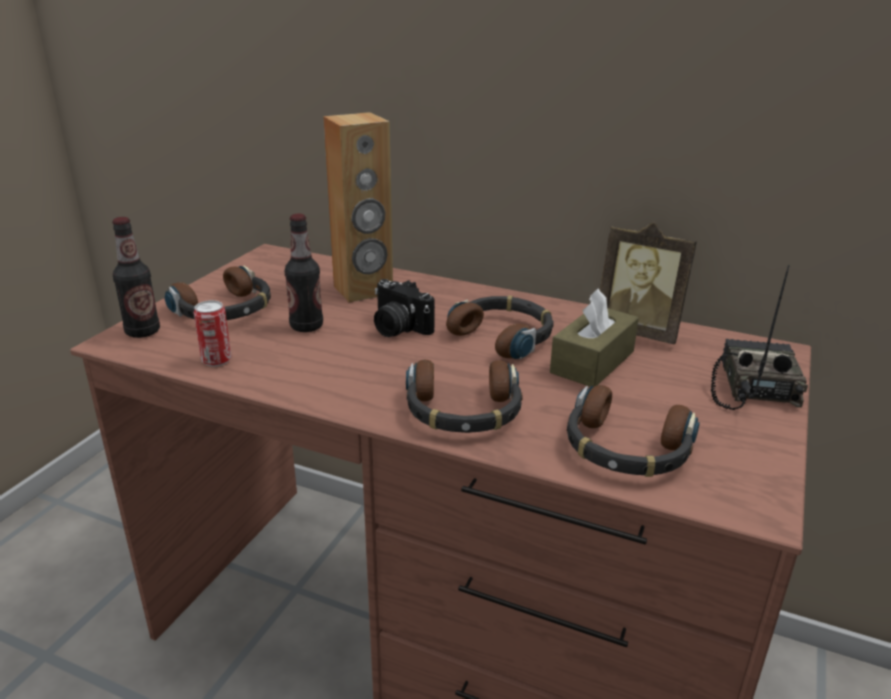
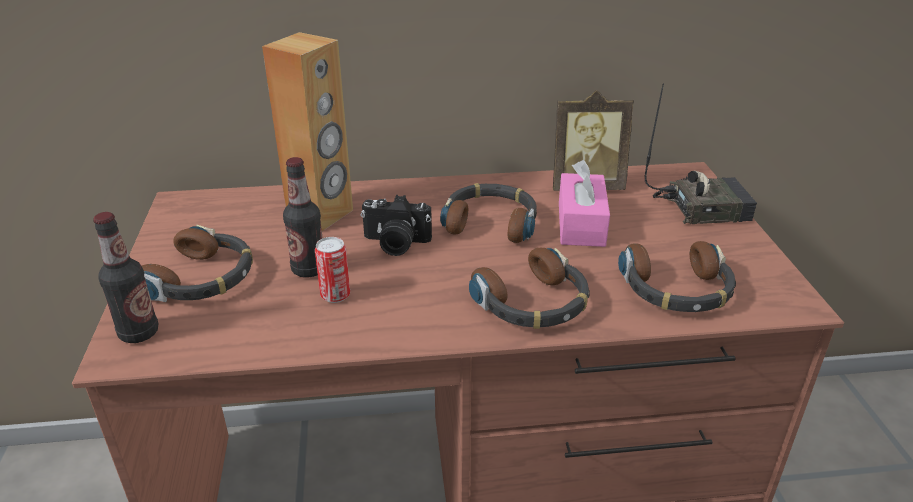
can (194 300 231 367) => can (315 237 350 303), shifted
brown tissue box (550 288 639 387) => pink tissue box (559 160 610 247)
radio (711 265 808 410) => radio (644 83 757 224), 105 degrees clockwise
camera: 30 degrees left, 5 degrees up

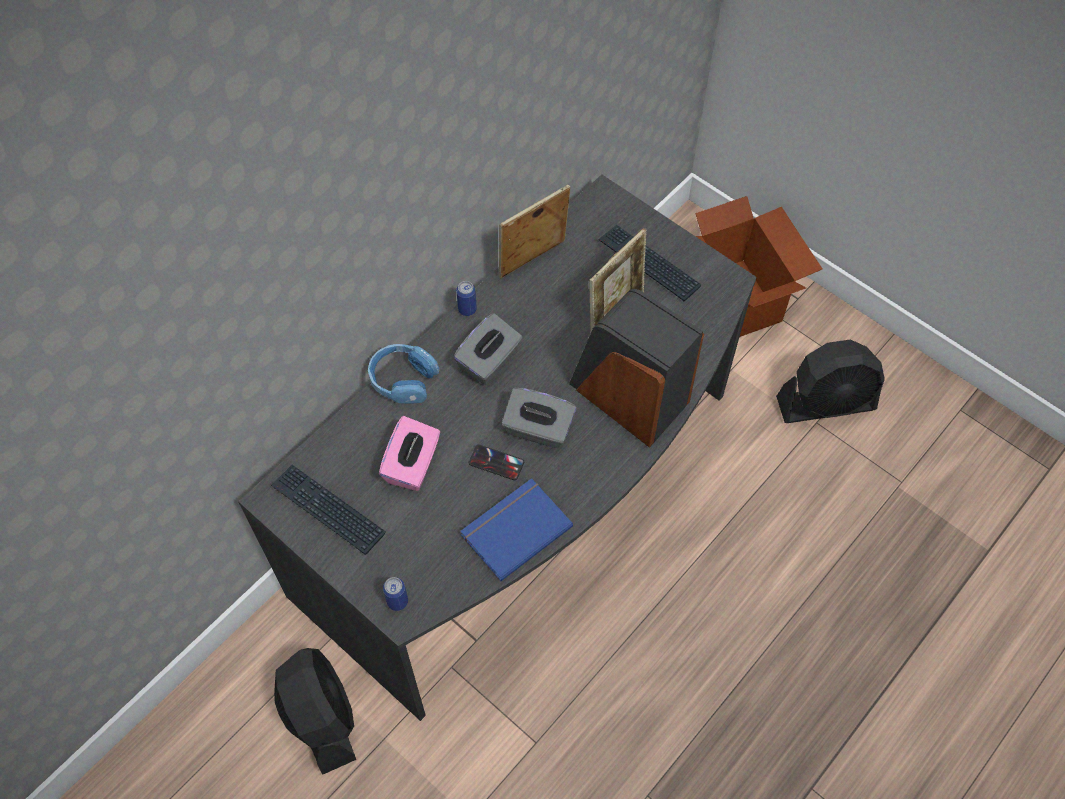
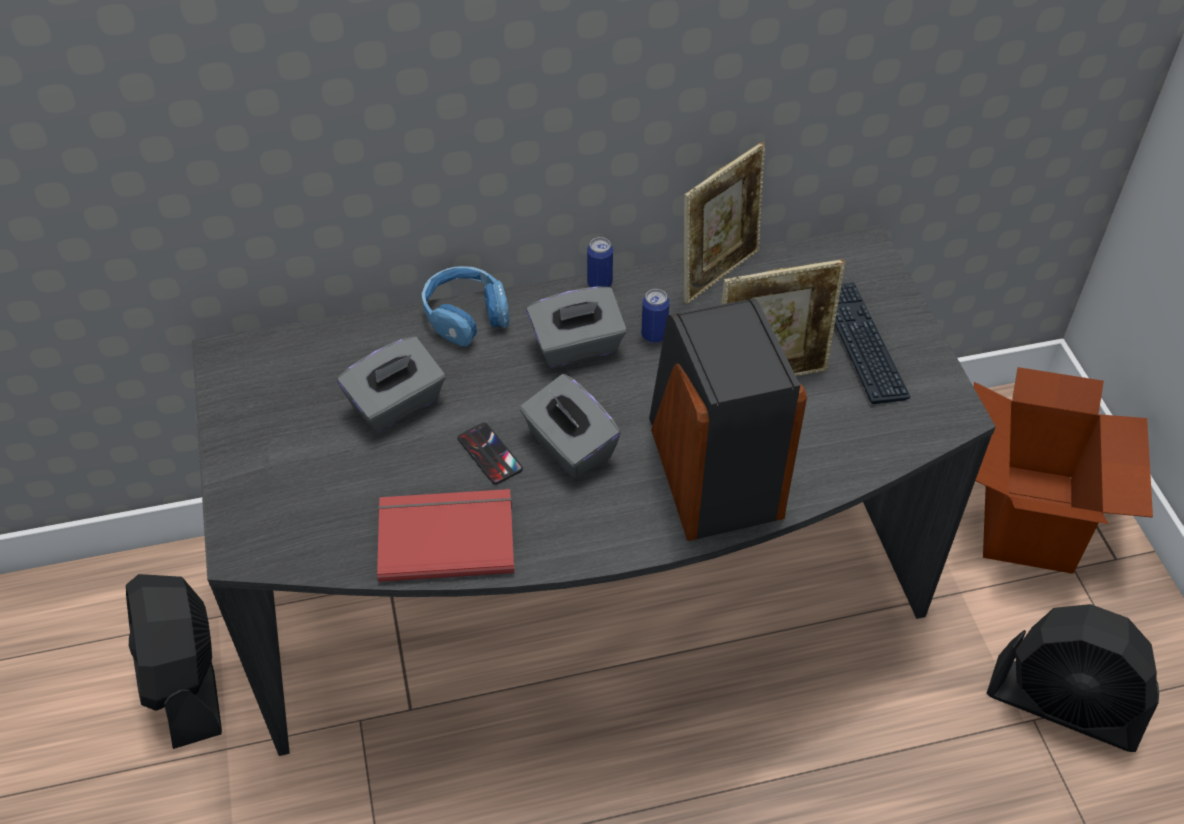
black fan (274 648 356 775) => black fan (126 574 222 749), 150 degrees clockwise
pink tissue box (379 416 440 491) => grey tissue box (337 336 445 432)
blue book (460 478 573 581) => red book (377 489 514 582)
can (383 577 408 611) => can (641 289 670 343), shifted
picture frame (499 185 570 278) => picture frame (684 142 765 304), 135 degrees clockwise
keyboard (271 465 386 555) => nothing
camera: 35 degrees right, 10 degrees down

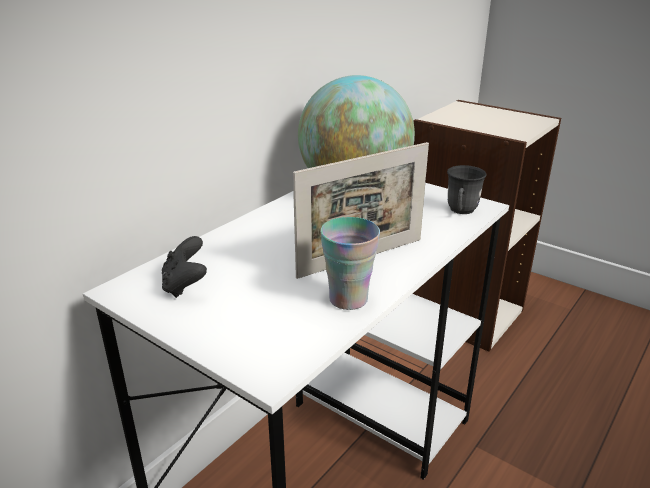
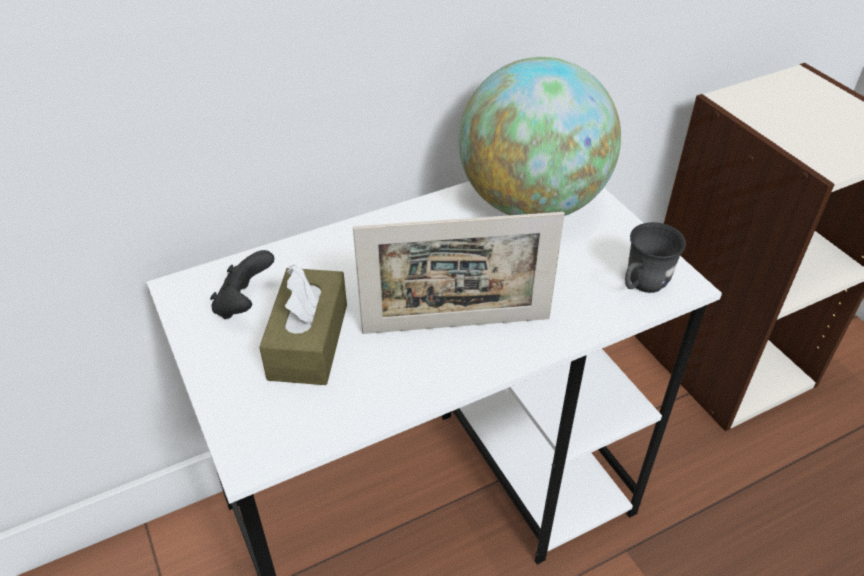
nothing => brown tissue box (259 265 347 385)
cup (320 217 380 310) => nothing
camera: 25 degrees right, 15 degrees up

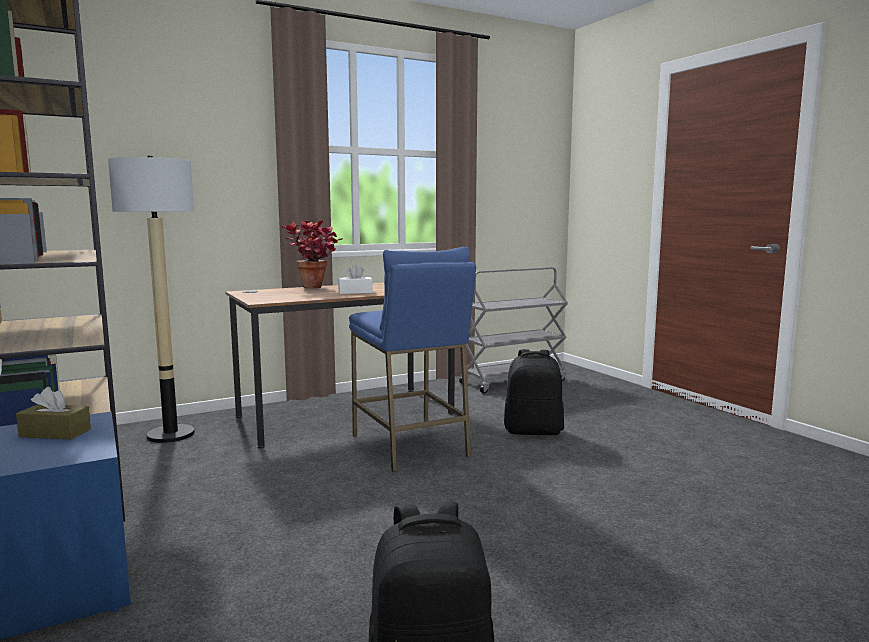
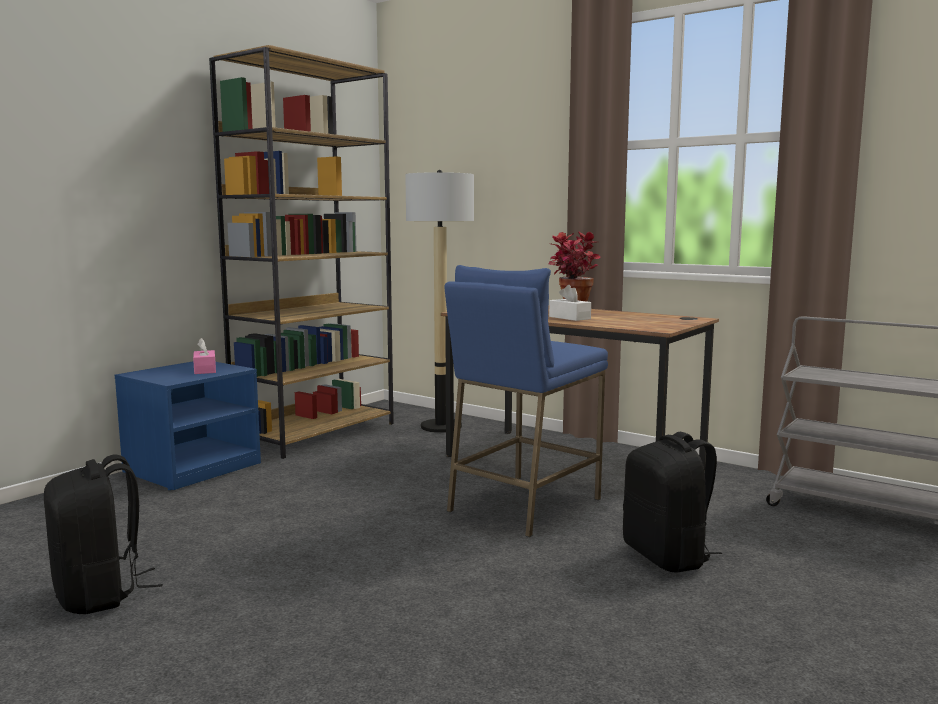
brown tissue box (16 387 91 439) => pink tissue box (193 338 216 374)
camera: 65 degrees right, 0 degrees up

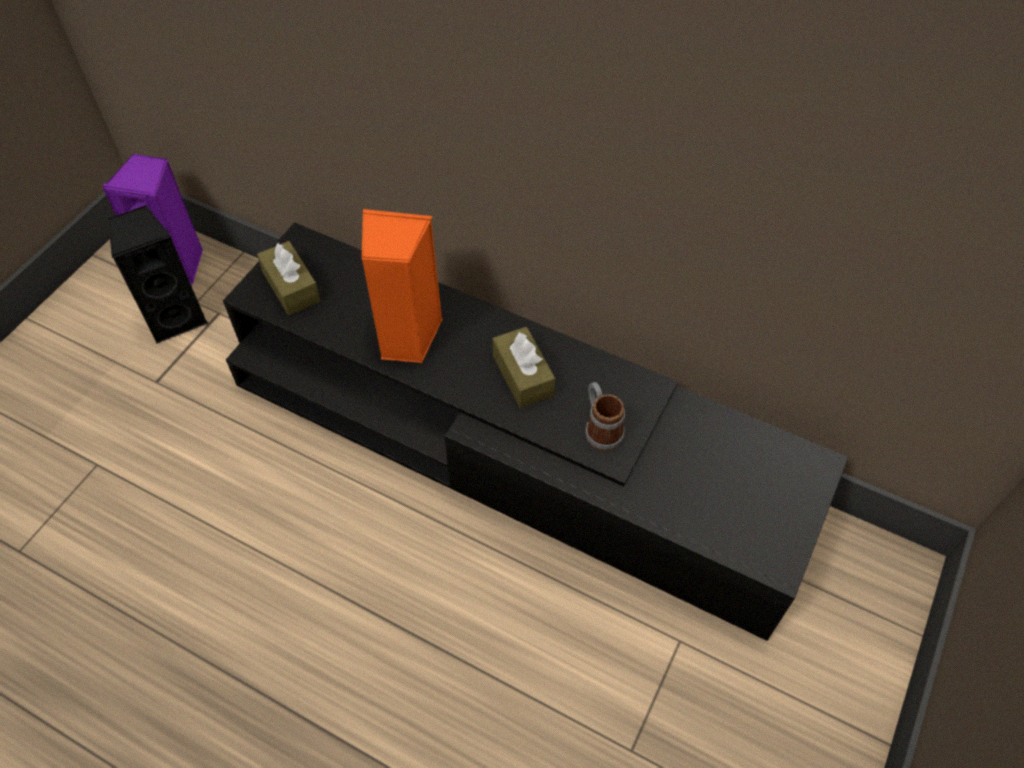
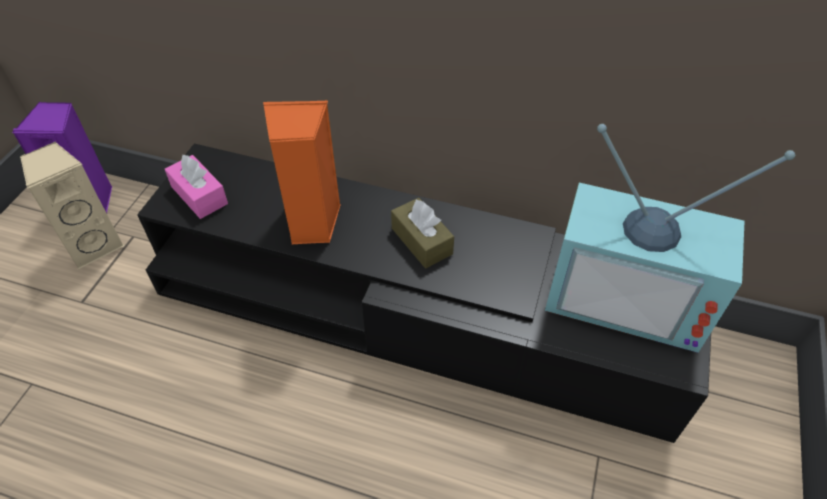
black speaker (108 205 208 344) => beige speaker (20 141 125 269)
brown tissue box (257 241 321 315) => pink tissue box (165 155 228 219)
nothing => television (545 124 795 353)
mug (585 382 625 451) => nothing
camera: 10 degrees left, 5 degrees down

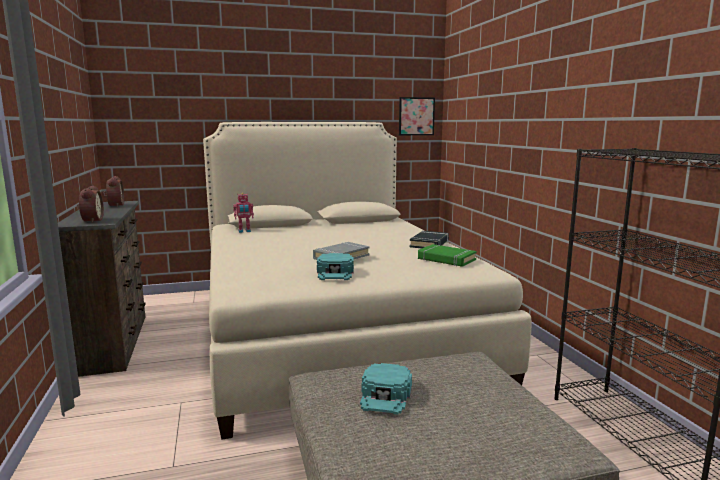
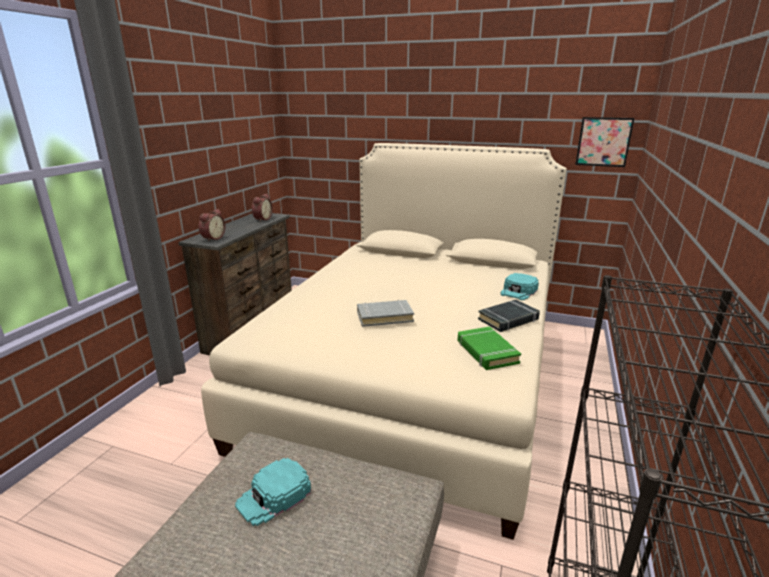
turquoise cap (317 253 354 280) => turquoise cap (500 273 539 300), shifted
toy robot (233 193 254 233) => nothing
camera: 35 degrees right, 10 degrees up

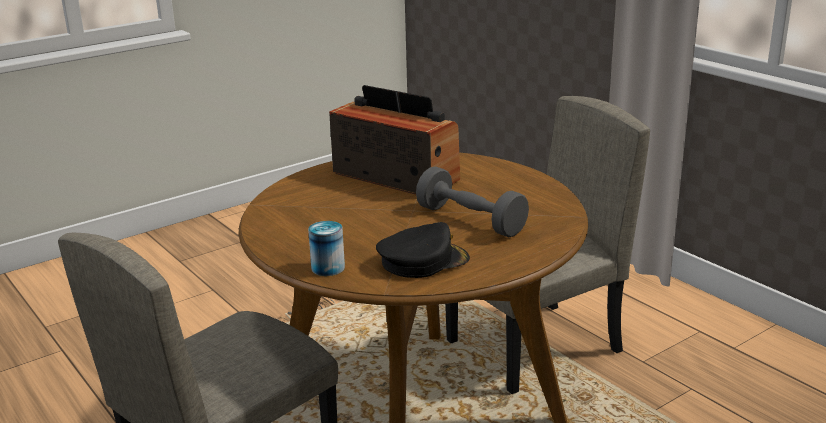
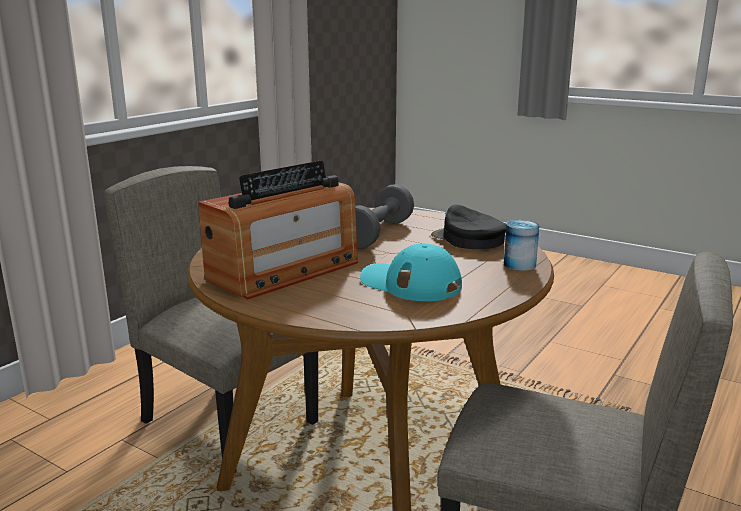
radio (329 85 460 195) => radio (198 161 358 300), 150 degrees counterclockwise
nothing => turquoise cap (360 243 462 301)
camera: 110 degrees left, 5 degrees down

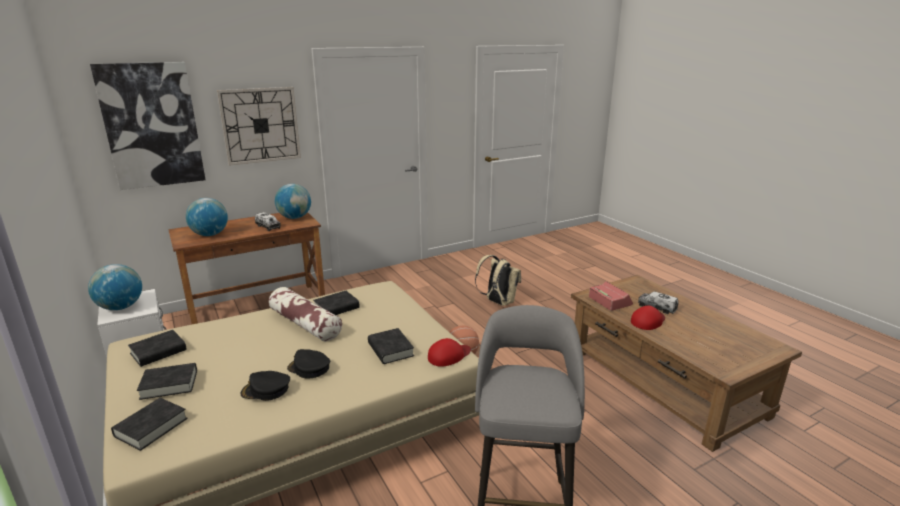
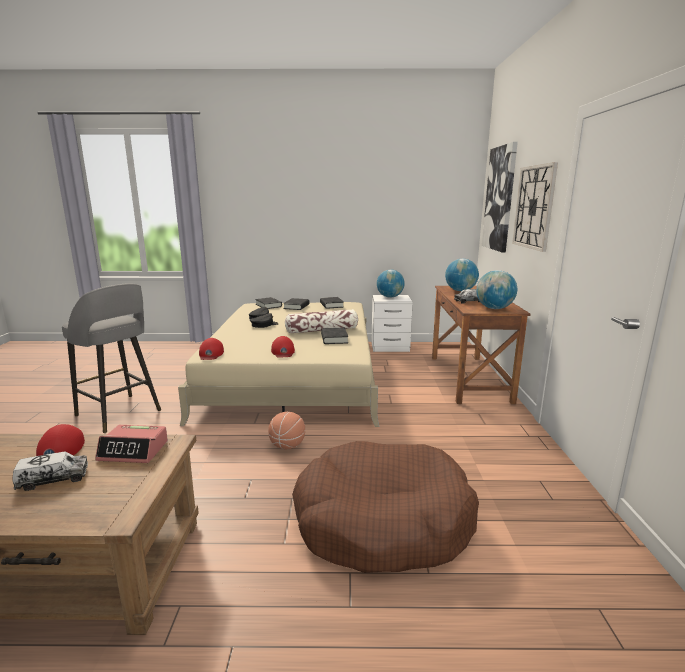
nothing => red cap (271 336 295 358)
beige backpack (475 255 521 306) => brown dog bed (292 441 479 573)
black book (368 328 414 364) => nothing
camera: 120 degrees right, 5 degrees down

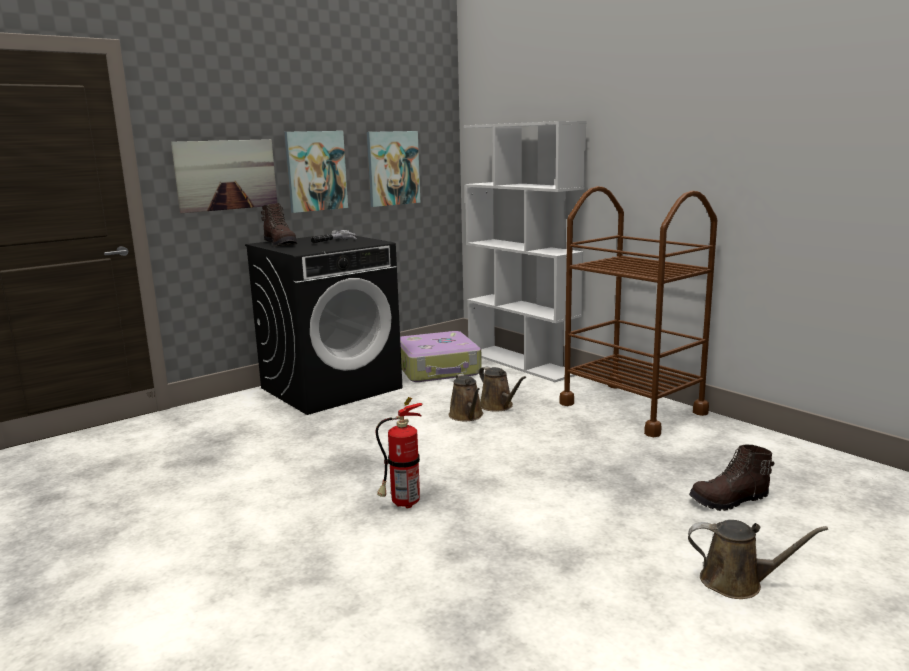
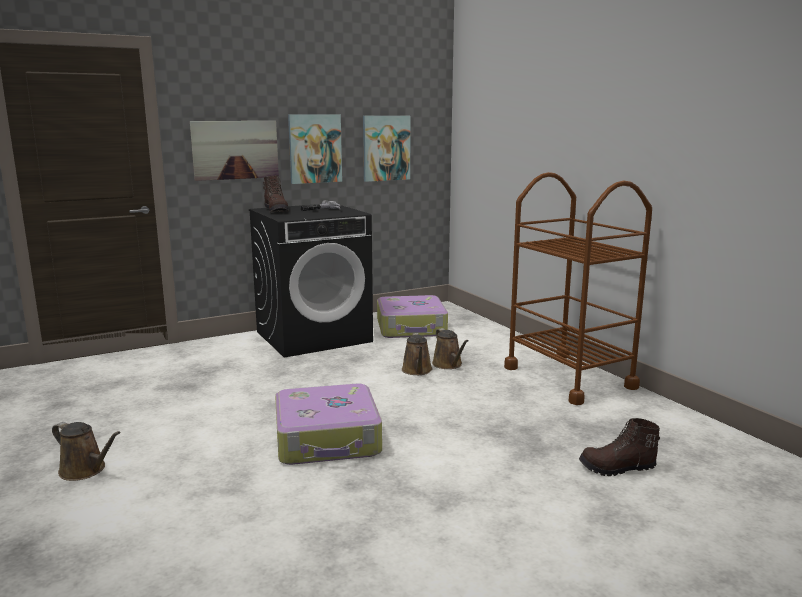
brown watering can (688 520 828 599) => brown watering can (52 422 121 481), shifted
fire extinguisher (376 397 423 508) => suitcase (275 384 382 465)
white bookcase (464 121 586 382) => nothing
camera: 10 degrees right, 0 degrees up

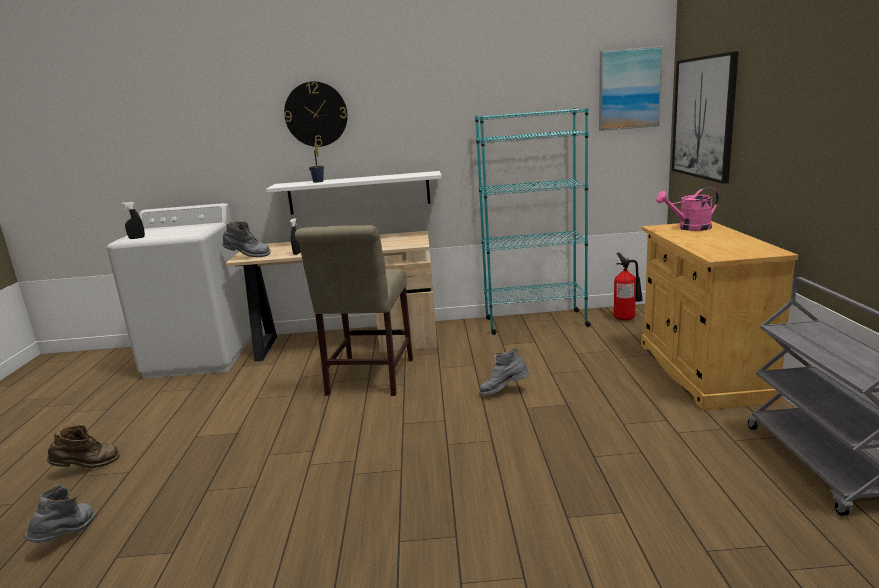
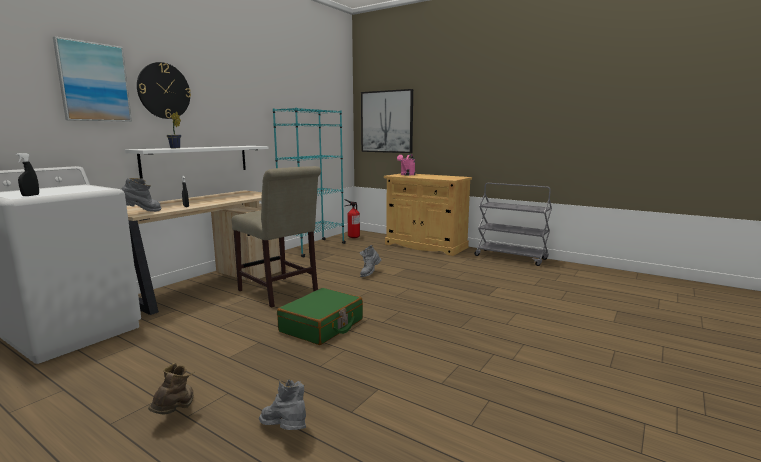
picture (599 46 663 131) => picture (53 37 132 122), shifted
nothing => green suitcase (277 288 363 345)
camera: 55 degrees left, 5 degrees down

